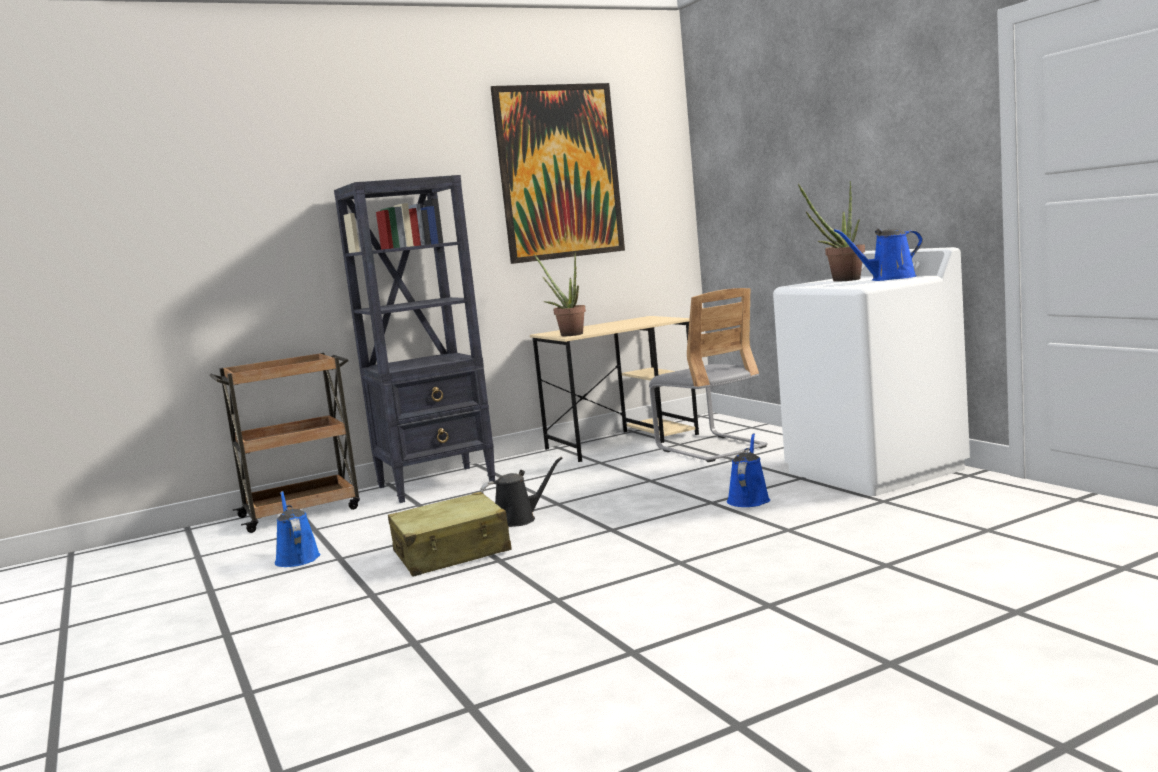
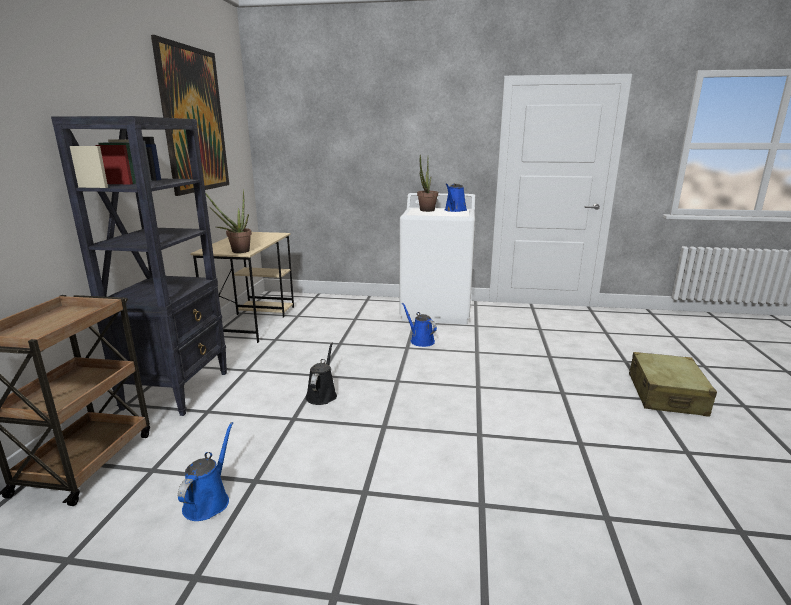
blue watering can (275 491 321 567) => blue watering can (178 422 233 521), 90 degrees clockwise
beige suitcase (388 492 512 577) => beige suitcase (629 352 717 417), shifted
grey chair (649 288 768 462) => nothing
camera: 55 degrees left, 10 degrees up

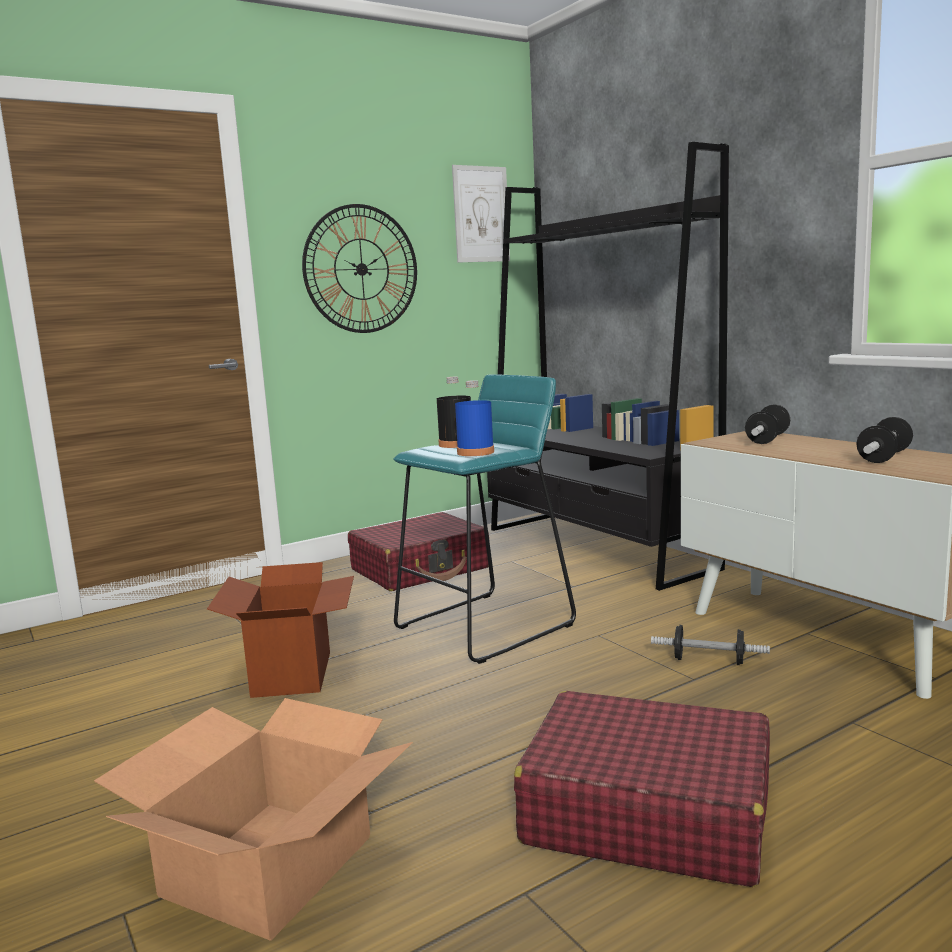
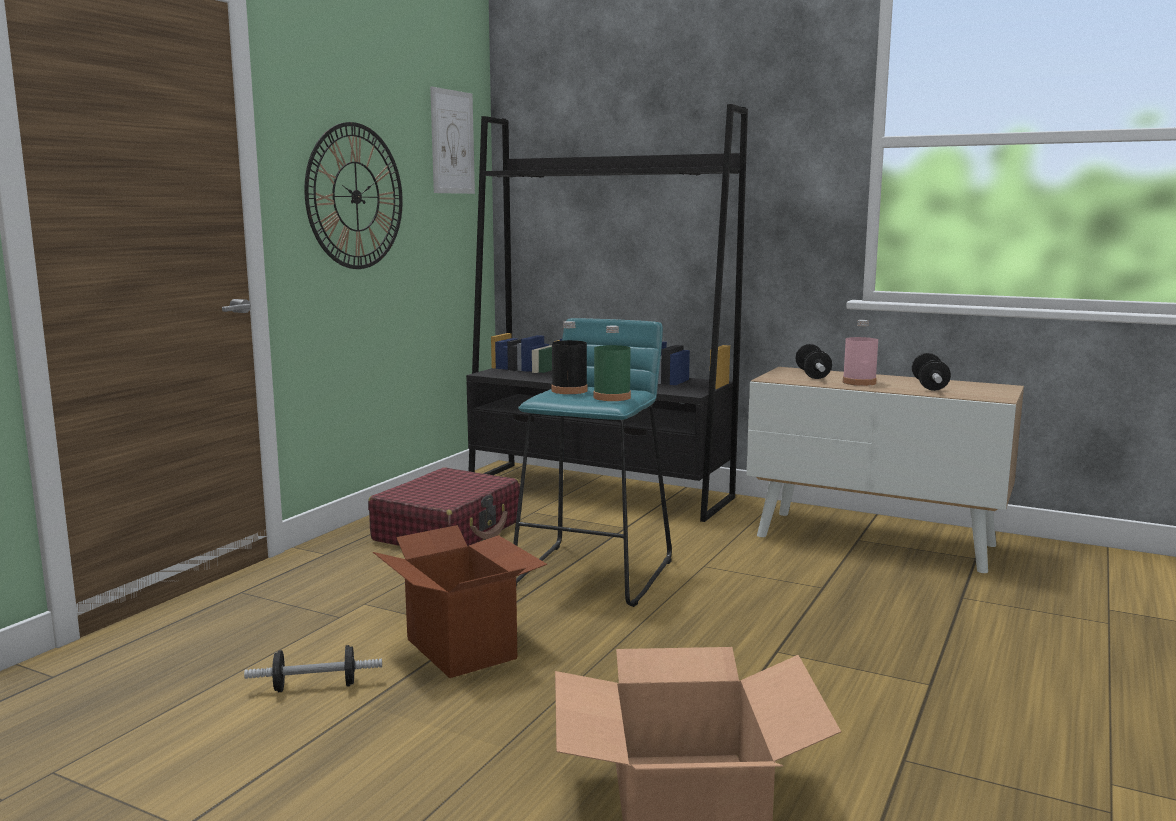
dumbbell (651 625 770 665) => dumbbell (244 645 382 692), shifted
blue bottle (455 380 494 456) => green bottle (594 326 631 401)
nothing => pink bottle (843 320 878 386)
red suitcase (514 691 770 887) => nothing
camera: 30 degrees left, 0 degrees up

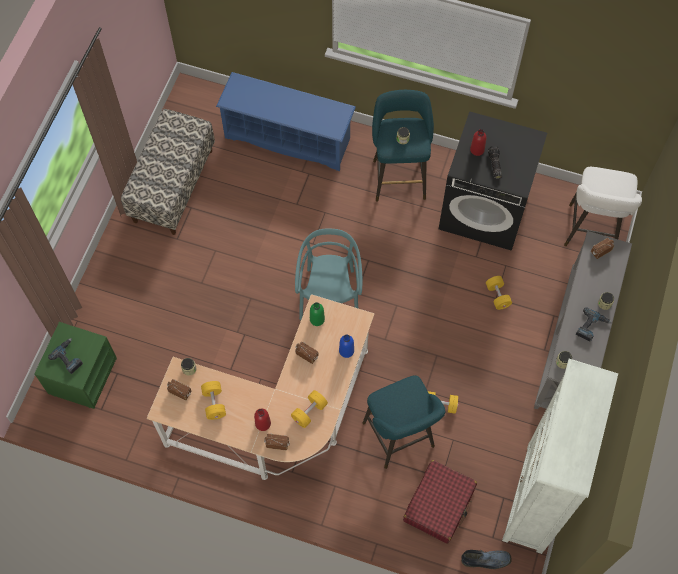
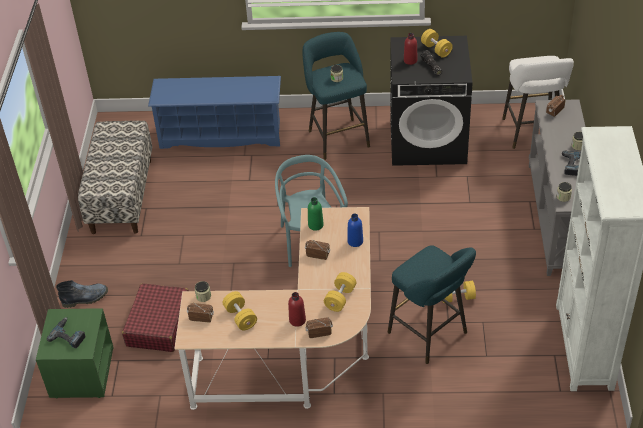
boot (461 550 512 569) => boot (56 280 108 308), shifted
red suitcase (403 460 477 544) => red suitcase (122 283 189 352), shifted
yellow dumbbell (486 276 512 310) => yellow dumbbell (421 29 453 58), shifted
camera: 15 degrees left, 20 degrees down

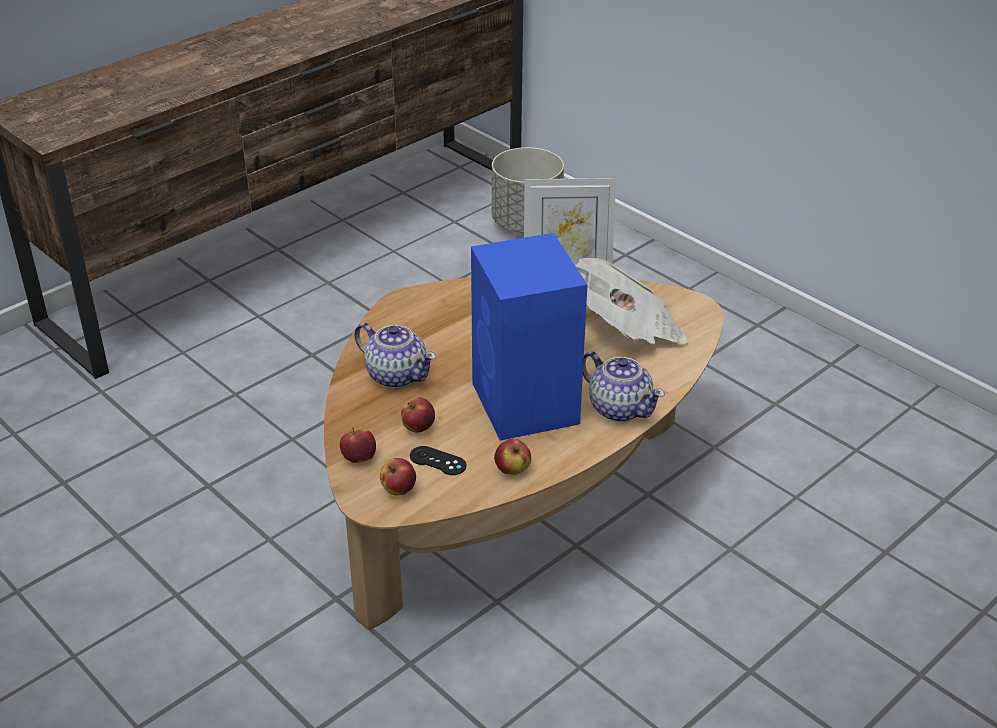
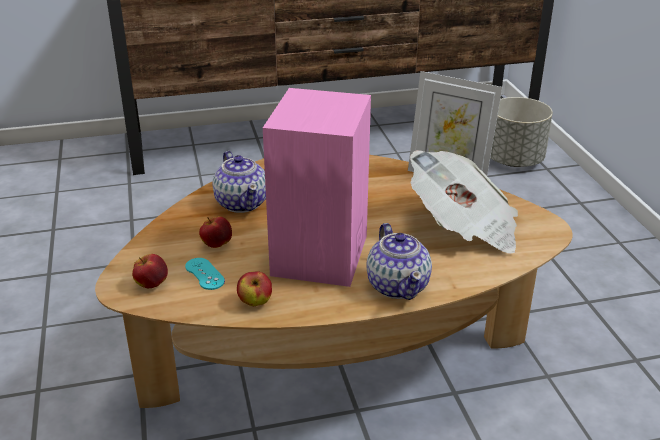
black game controller (410 446 467 475) => turquoise game controller (185 258 225 290)
blue speaker (471 233 587 441) => pink speaker (263 88 371 287)
apple (340 427 376 463) => nothing
camera: 30 degrees right, 5 degrees down

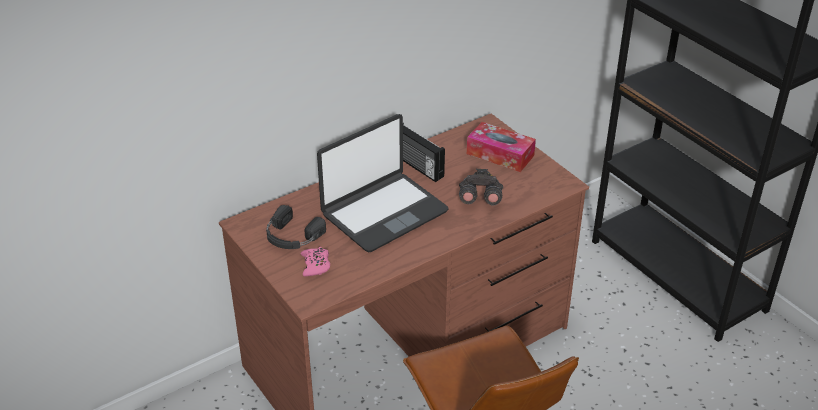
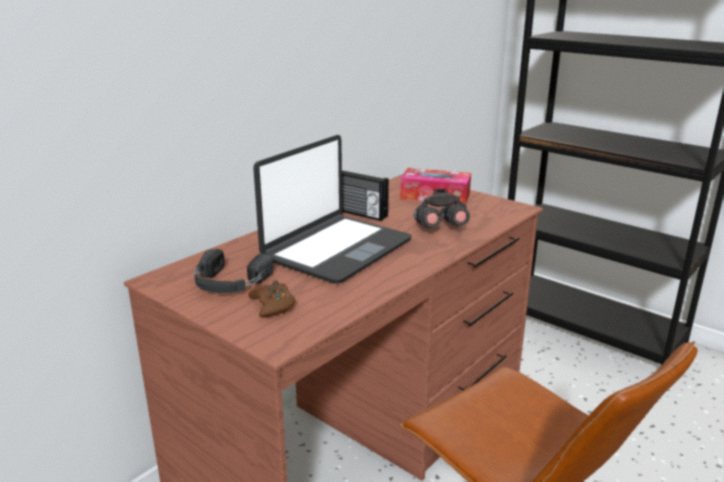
pink game controller (301 247 330 276) => brown game controller (248 280 295 318)
camera: 15 degrees left, 15 degrees down

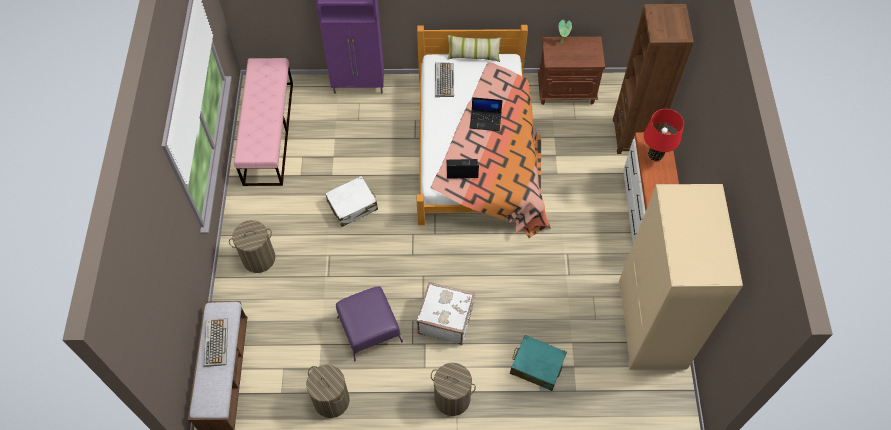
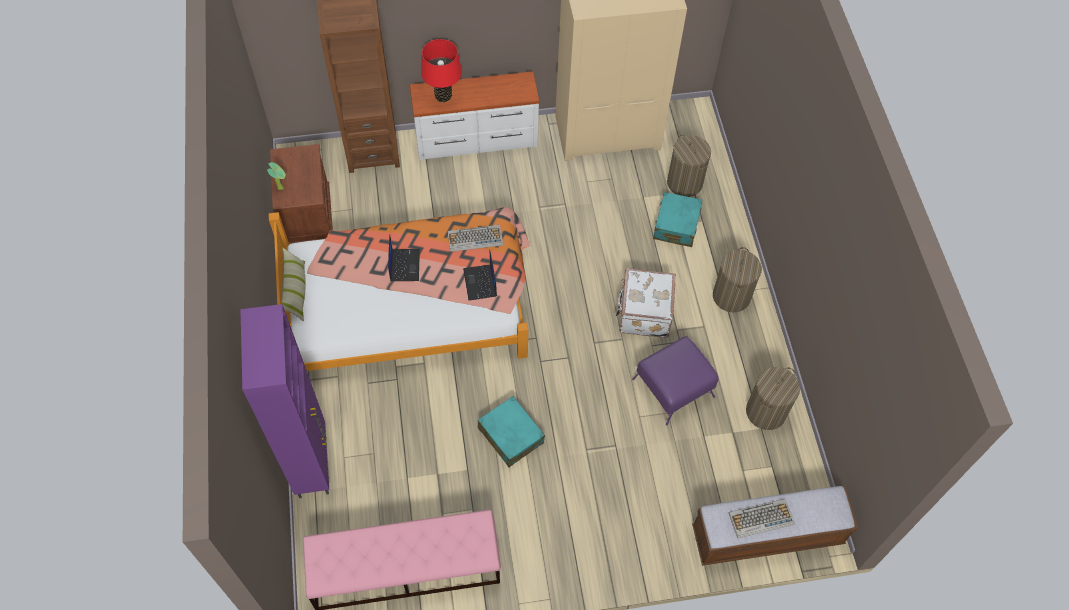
keyboard (435 62 454 97) => keyboard (447 225 503 252), shifted
white suitcase (325 176 378 227) => turquoise suitcase (478 396 545 467)
laundry basket (229 220 275 273) => laundry basket (667 134 711 197), shifted
camera: 100 degrees left, 0 degrees up

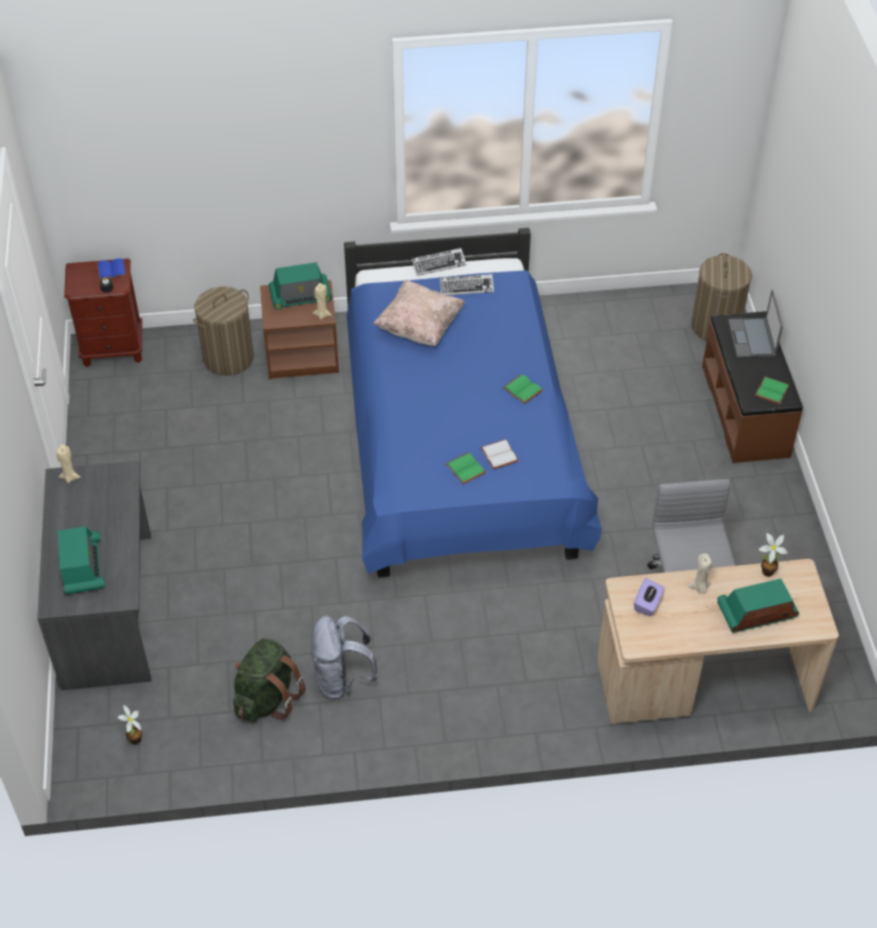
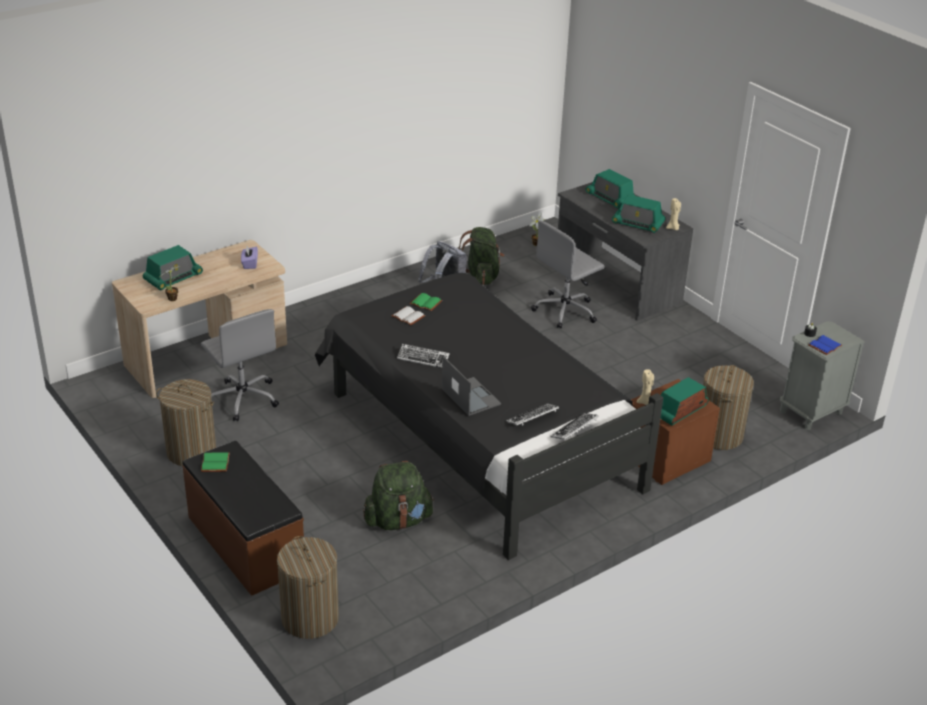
nothing => laundry basket (156 379 216 466)
blue bed (344 228 602 578) => black bed (315 273 663 560)
nothing => green backpack (363 461 434 530)
green book (503 374 543 404) => keyboard (397 344 450 368)
laptop (728 289 783 357) => laptop (442 356 501 416), shifted
nothing => grey office chair (531 221 605 328)
nothing => radio (612 195 666 233)
brown nightstand (64 259 142 367) => grey nightstand (780 321 865 430)
beige pillow (373 280 465 346) => nothing
beige candle (688 554 712 594) => nothing
camera: 150 degrees right, 15 degrees down

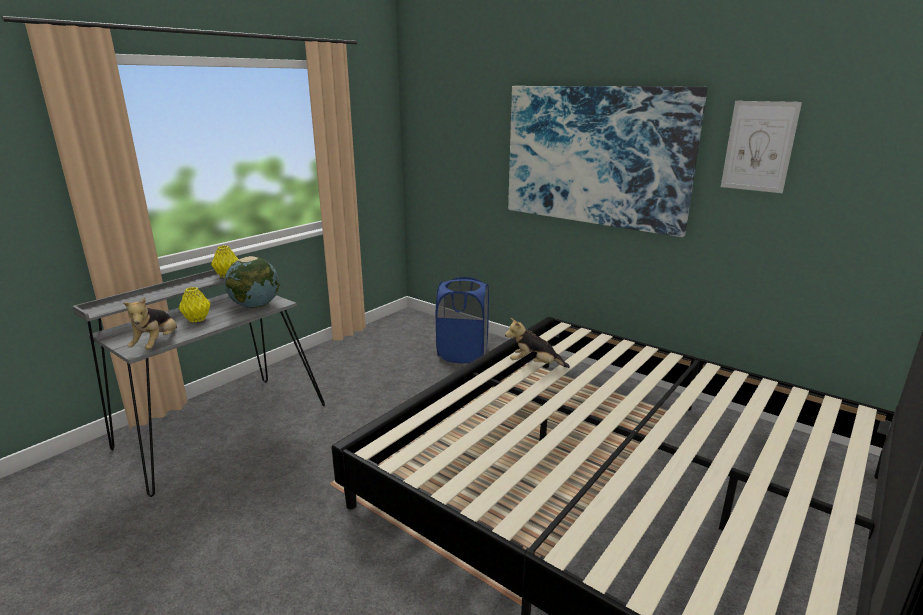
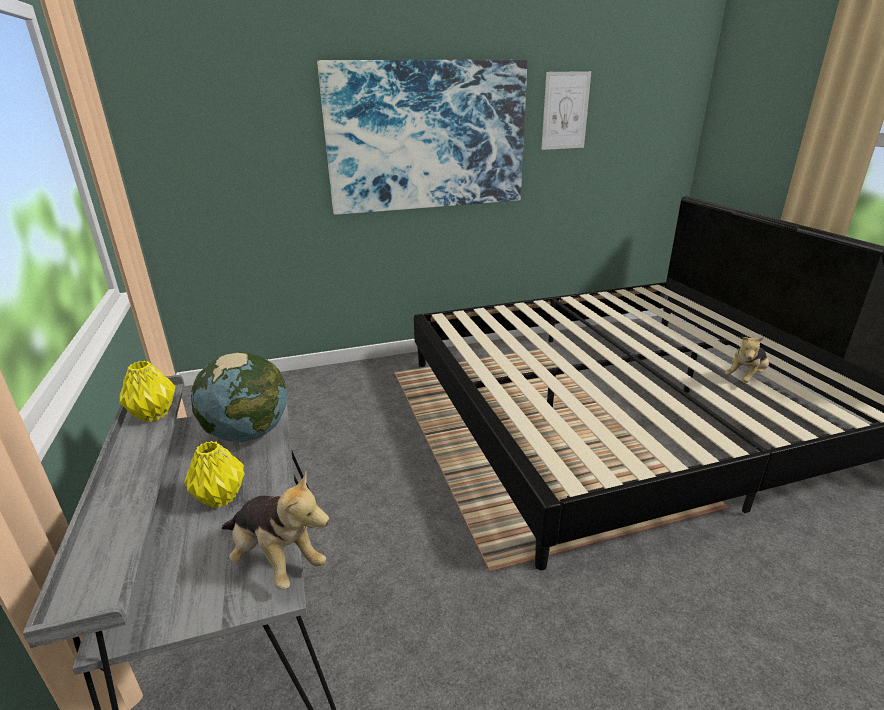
plush toy (505 318 570 368) => plush toy (725 337 769 383), shifted
blue laundry basket (436 277 489 364) => nothing
camera: 55 degrees left, 5 degrees up

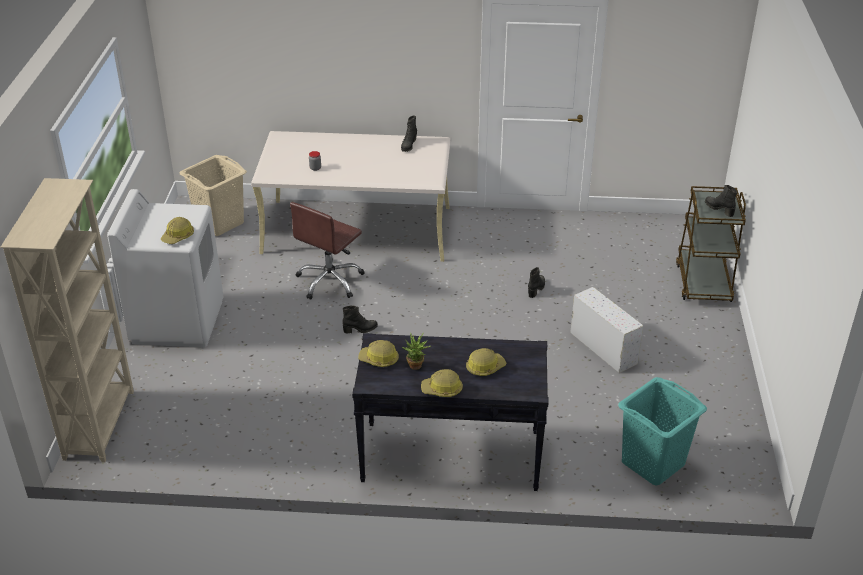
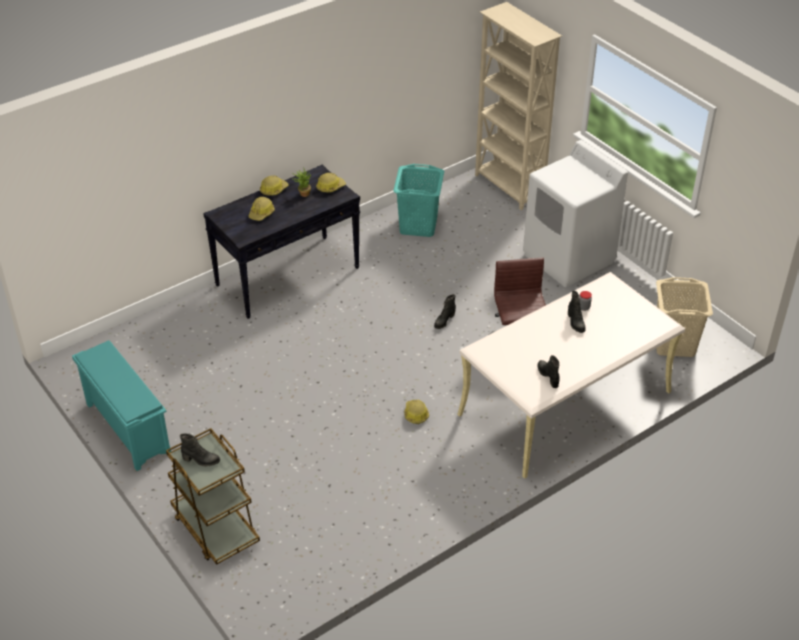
nothing => turquoise shoe rack (72 340 171 471)
turquoise laundry basket (618 377 707 486) => turquoise laundry basket (393 164 444 237), shifted
hard hat (161 217 194 244) => hard hat (405 399 429 424), shifted
black boot (528 267 545 298) => black boot (568 291 586 333), shifted
white storage box (570 287 643 373) => nothing
camera: 140 degrees right, 5 degrees up

